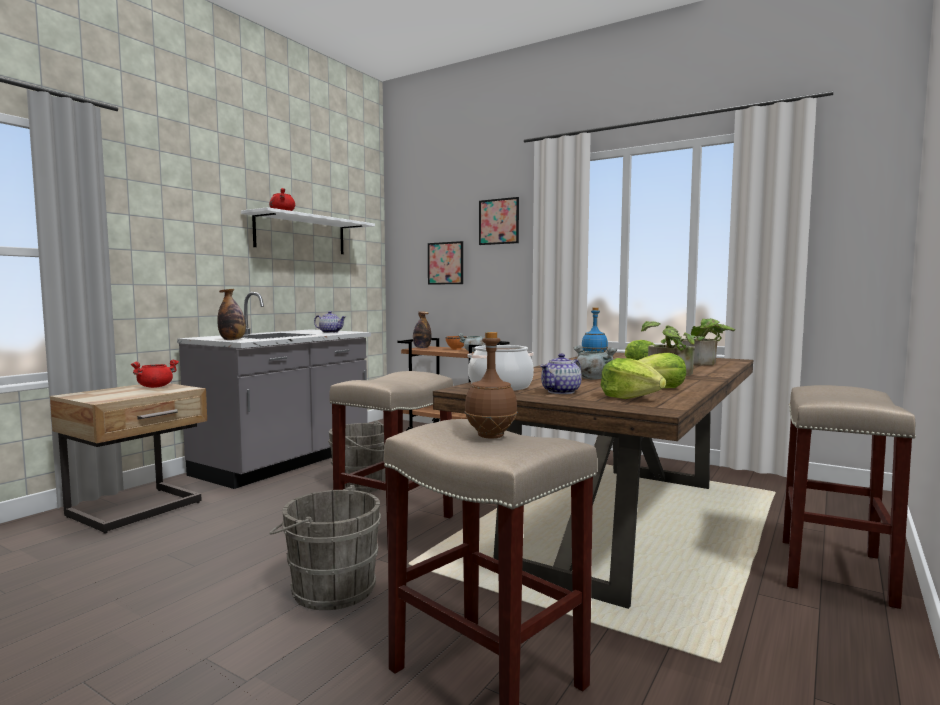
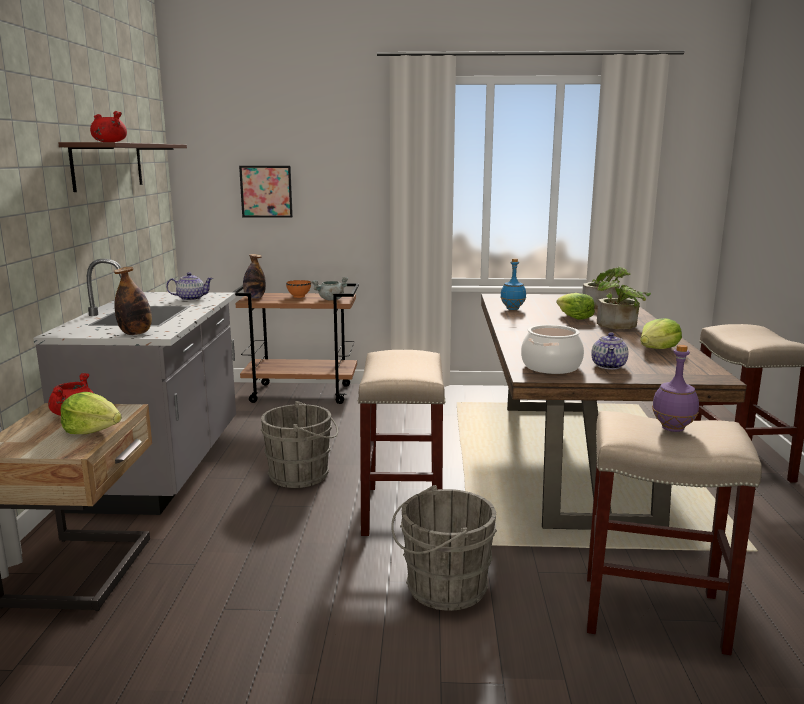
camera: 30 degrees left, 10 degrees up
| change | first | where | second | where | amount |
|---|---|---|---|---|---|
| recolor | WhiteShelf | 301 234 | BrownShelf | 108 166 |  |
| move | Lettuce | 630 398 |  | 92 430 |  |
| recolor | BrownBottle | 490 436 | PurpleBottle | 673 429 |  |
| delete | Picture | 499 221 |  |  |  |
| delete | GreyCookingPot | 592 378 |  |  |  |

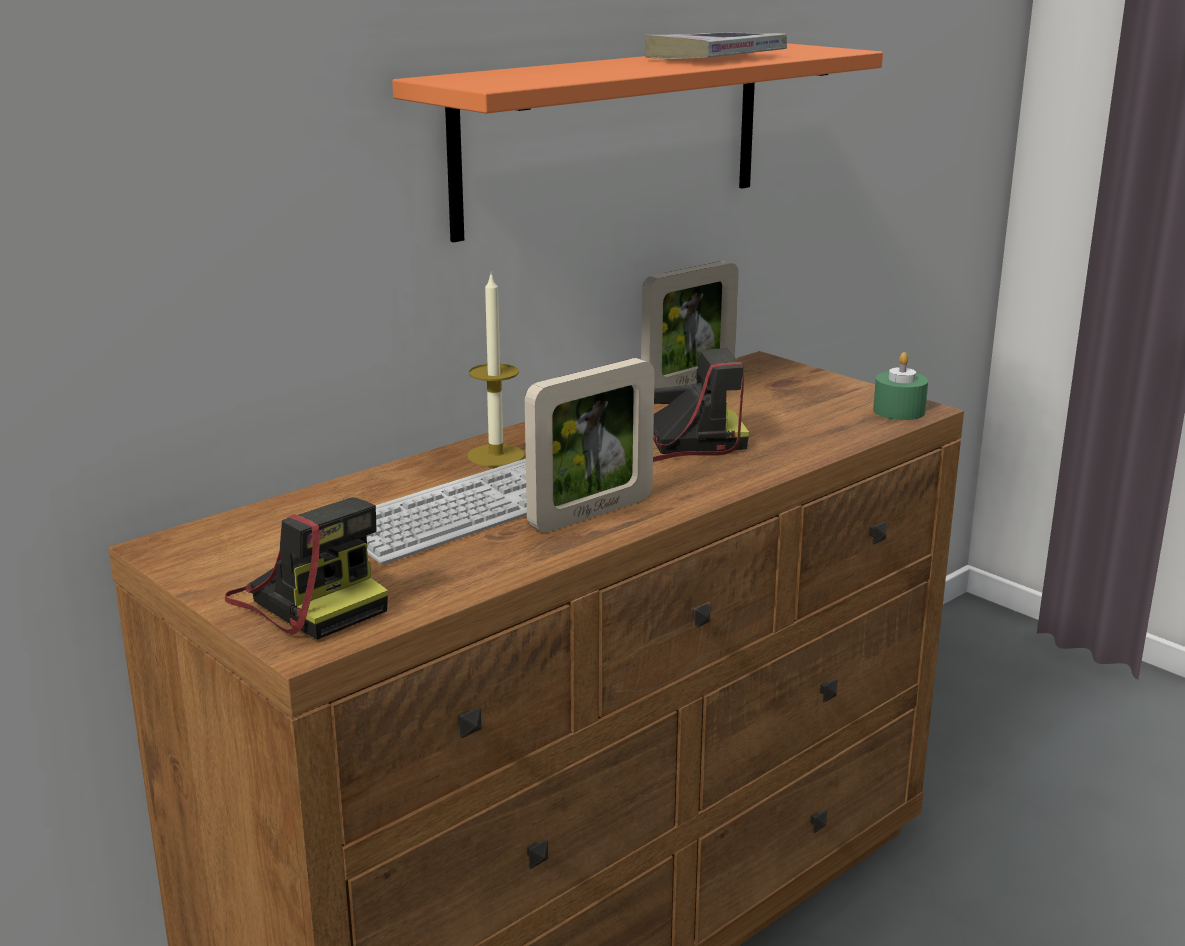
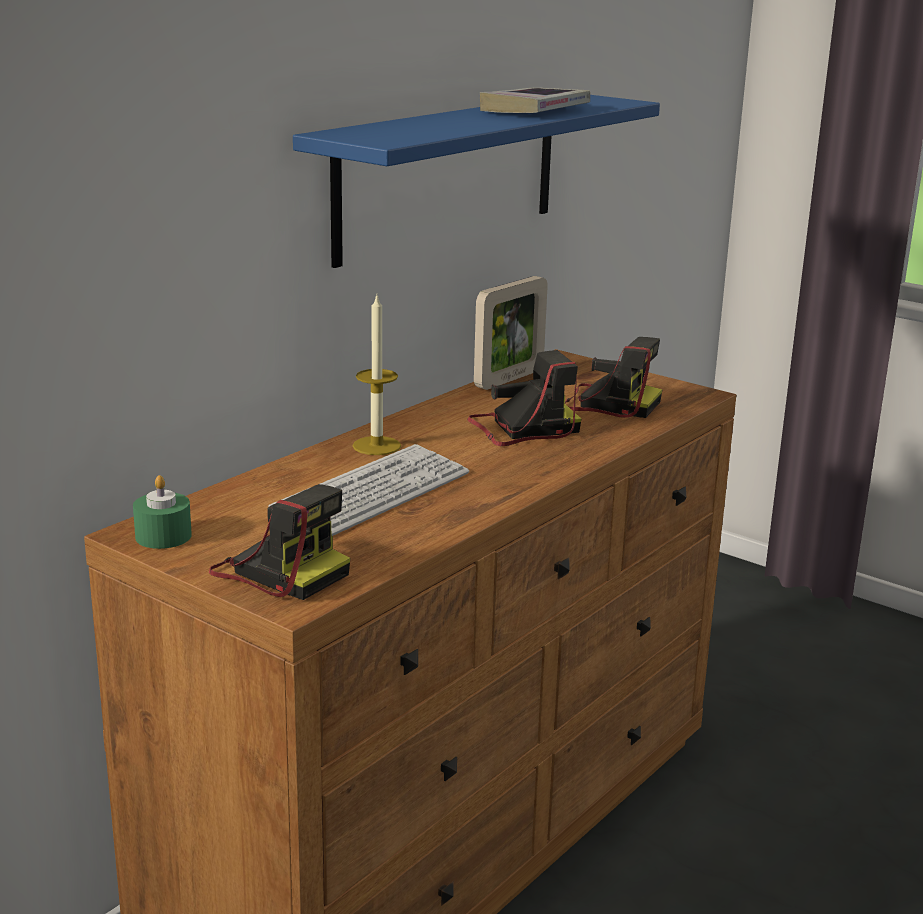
camera: 10 degrees left, 0 degrees up
| change | first | where | second | where | amount |
|---|---|---|---|---|---|
| move | GreenCandle | 899 411 |  | 163 536 |  |
| recolor | OrangeShelf | 612 136 | BlueShelf | 449 175 |  |
| insert |  |  | PhotoCamera | 608 404 |  |
| delete | PictureFrame | 591 513 |  |  |  |

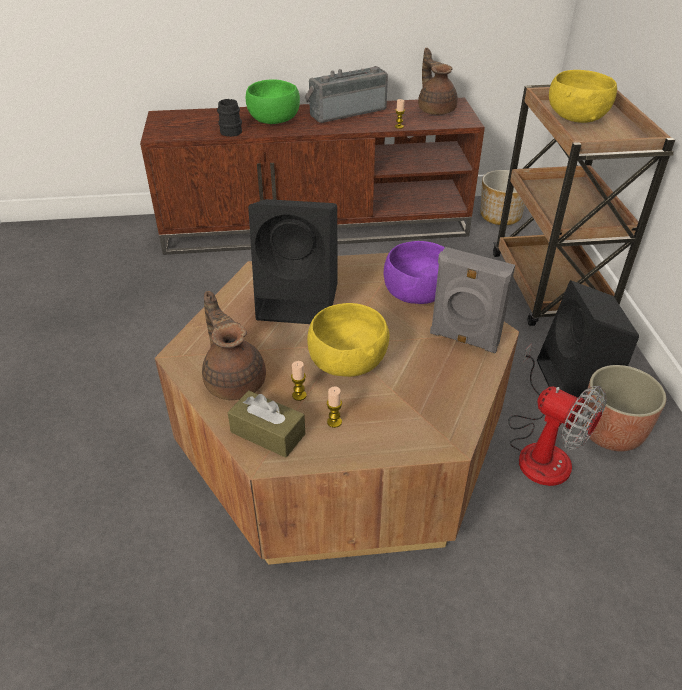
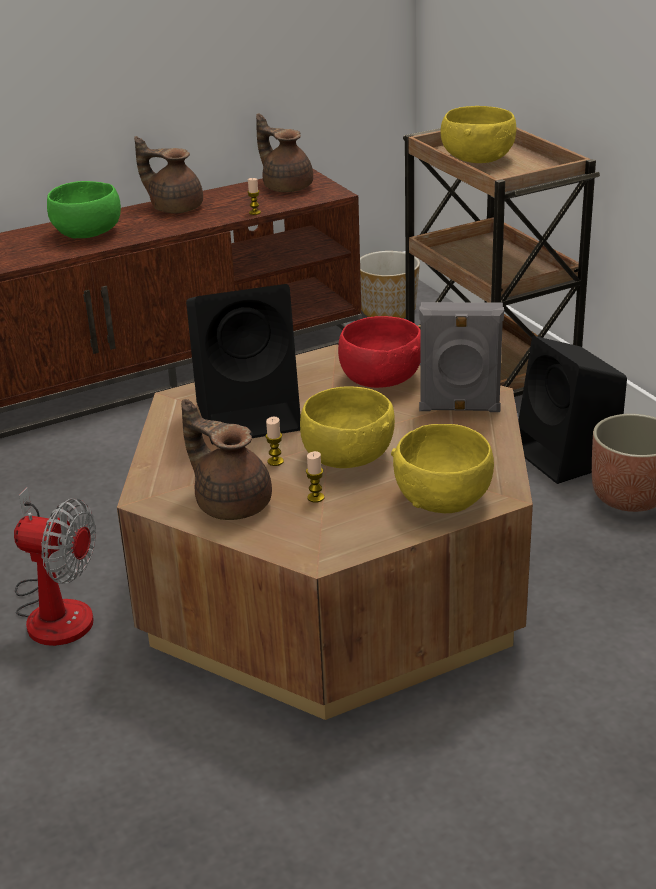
camera: 20 degrees left, 10 degrees down
| change | first | where | second | where | amount |
|---|---|---|---|---|---|
| move | Fan | 540 449 |  | 56 608 |  |
| replace | Radio | 346 111 | BrownTeapot | 175 207 |  |
| move | Candle | 334 422 |  | 275 461 |  |
| recolor | PurpleBowl | 416 294 | RedBowl | 380 380 |  |
| insert |  |  | YellowBowl | 442 498 |  |
| delete | BlackMug | 230 130 |  |  |  |
| delete | BrownTissueBox | 268 433 |  |  |  |

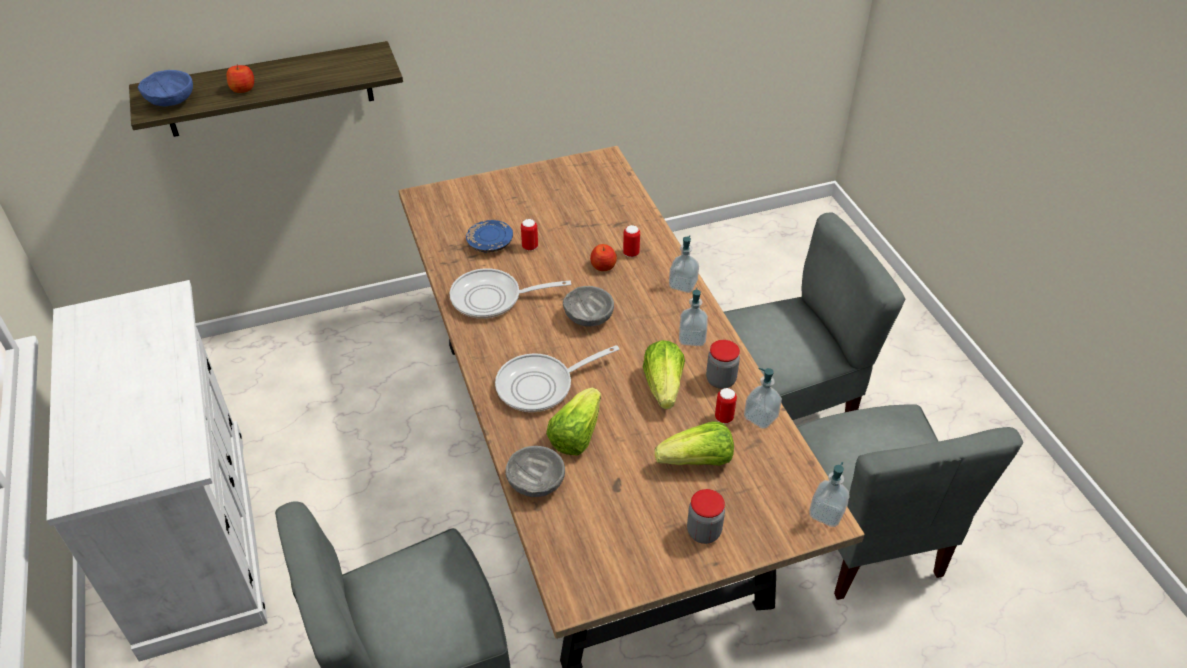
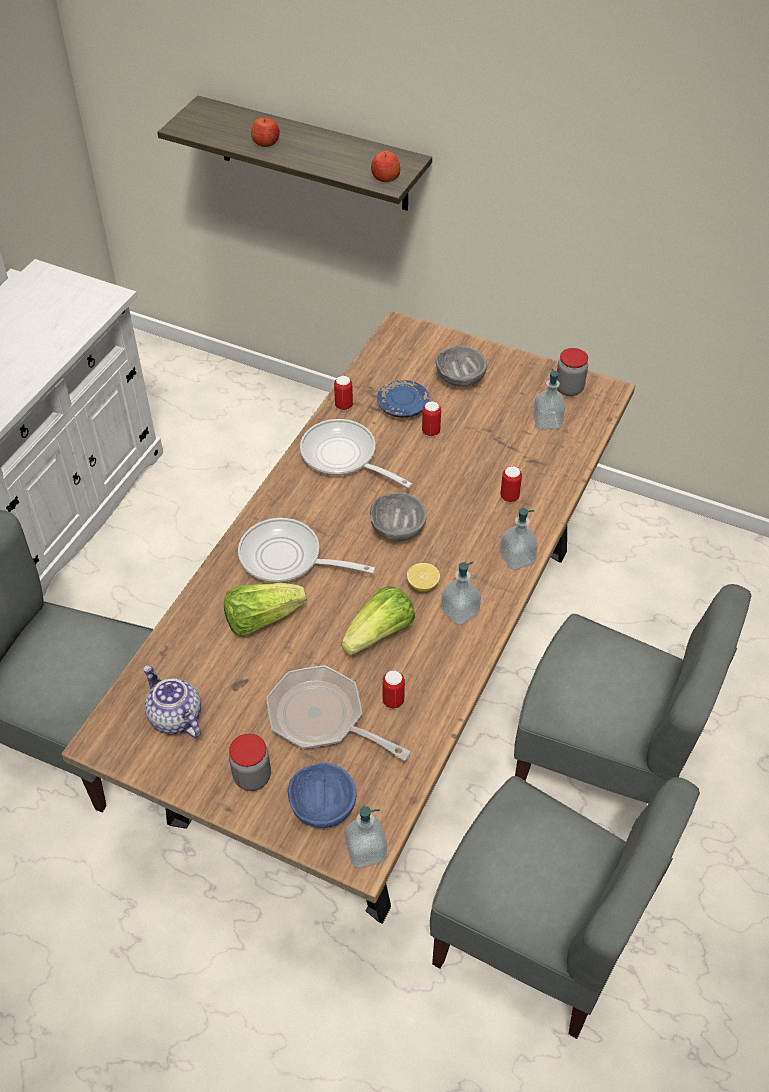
camera: 45 degrees right, 5 degrees up
| change | first | where | second | where | amount |
|---|---|---|---|---|---|
| insert |  |  | Teapot | 174 717 |  |
| replace | Lettuce | 697 461 | FryingPan | 323 718 |  |
| move | BlueBowl | 171 101 |  | 322 806 |  |
| insert |  |  | Can | 344 406 |  |
| move | Apple | 603 266 |  | 385 178 |  |
| insert |  |  | Lemon | 423 585 |  |
| rotate | GreyChair | 864 536 |  | 538 940 | 90 degrees counterclockwise |
| move | GreyBowl | 536 483 |  | 460 378 |  |
| move | SoapDispenser | 760 417 |  | 547 421 |  |
| move | Jar | 720 380 |  | 569 388 |  |

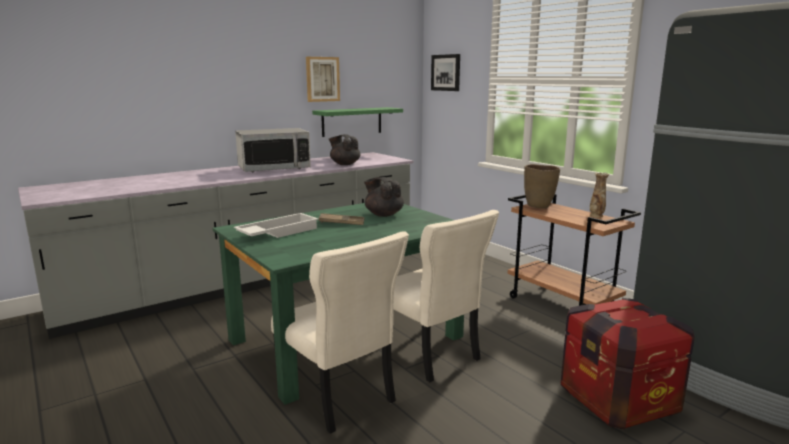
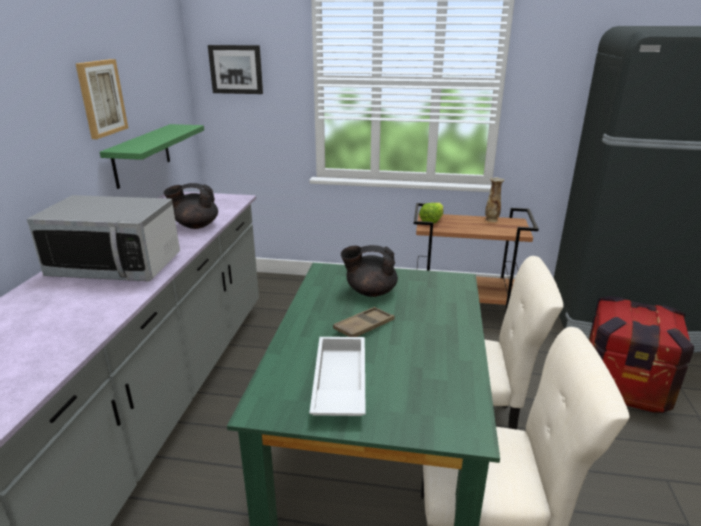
camera: 45 degrees left, 10 degrees up
| change | first | where | second | where | amount |
|---|---|---|---|---|---|
| rotate | Microwave | 274 168 |  | 116 266 | 75 degrees clockwise |
| replace | BrownVase | 539 206 | Lettuce | 432 221 |  |

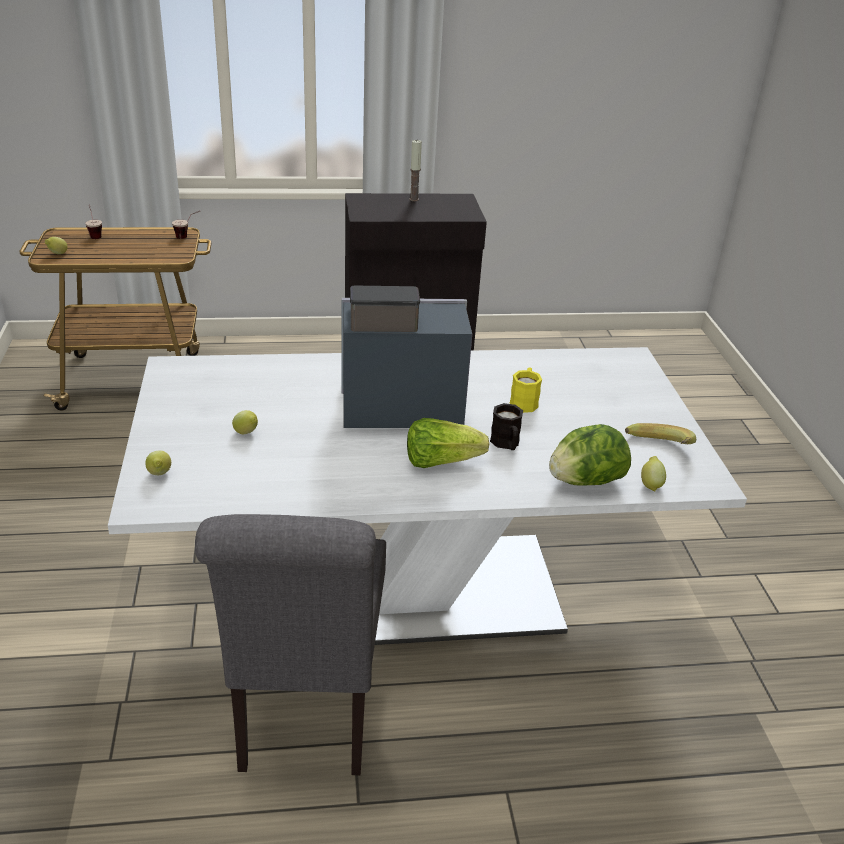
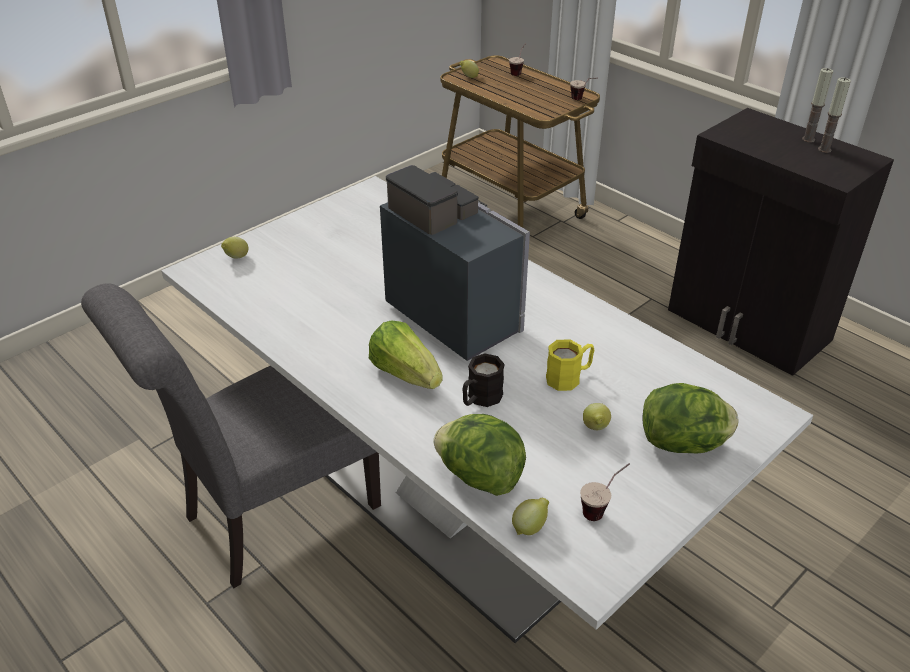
camera: 55 degrees right, 5 degrees up
| change | first | where | second | where | amount |
|---|---|---|---|---|---|
| replace | Banana | 658 451 | Cup | 602 508 |  |
| move | Lemon | 247 433 |  | 595 428 |  |
| insert |  |  | Lettuce | 683 444 |  |
| insert |  |  | Candle | 824 149 |  |

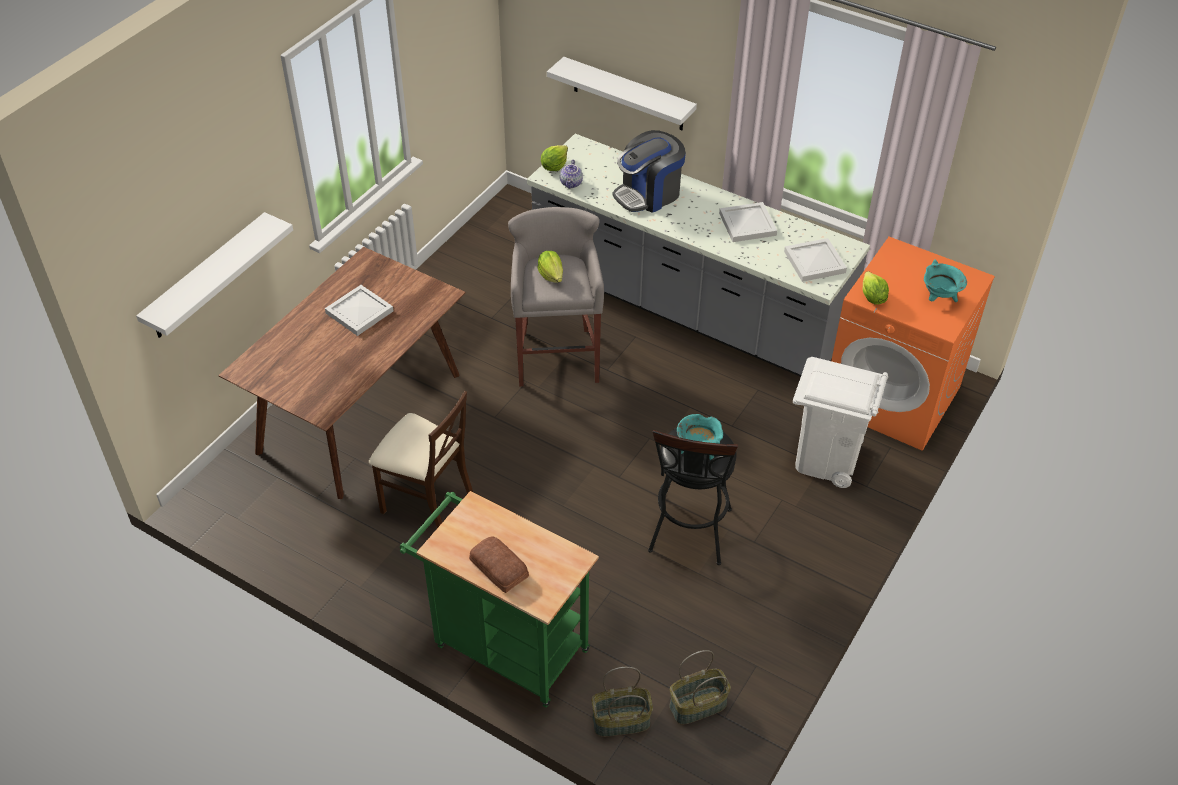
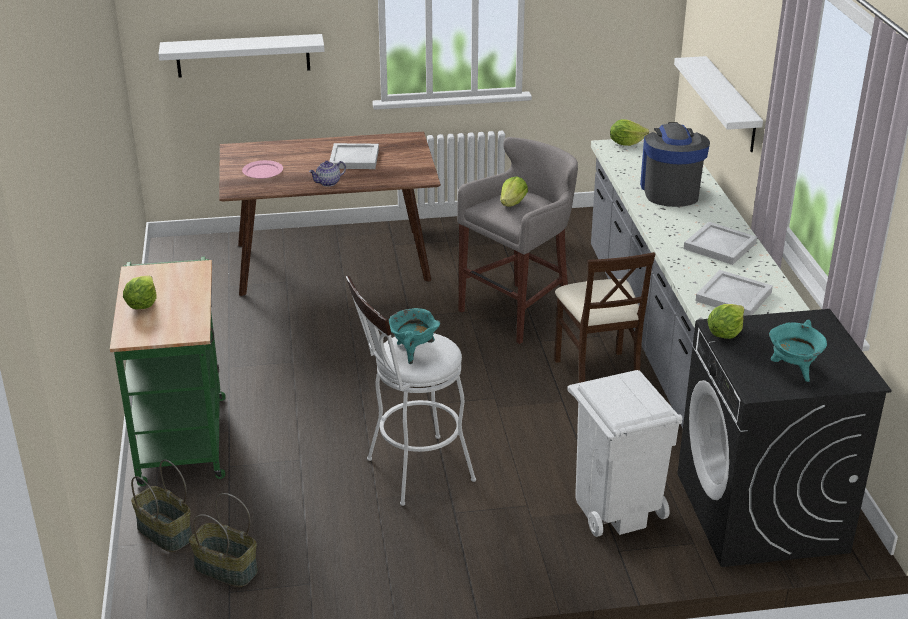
camera: 50 degrees right, 15 degrees down
| change | first | where | second | where | amount |
|---|---|---|---|---|---|
| replace | Bread | 498 569 | Lettuce | 142 304 |  |
| insert |  |  | PinkPlate | 263 171 |  |
| move | Teapot | 571 183 |  | 328 183 |  |
| recolor | BlackStool | 689 536 | WhiteStool | 412 472 |  |
| move | BeigeChair | 427 501 |  | 597 375 |  |
| rotate | CoffeeMachine | 648 194 |  | 670 190 | 75 degrees clockwise |
| recolor | OrangeWashingMachine | 892 397 | BlackWashingMachine | 762 513 |  |

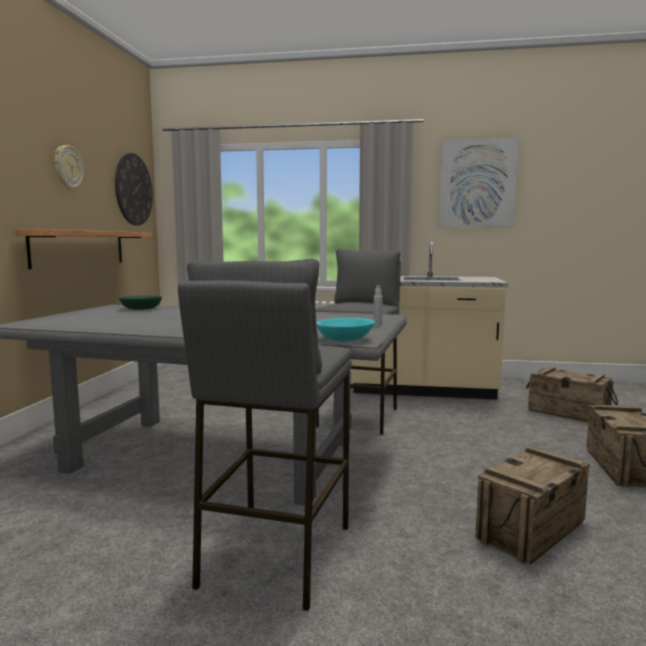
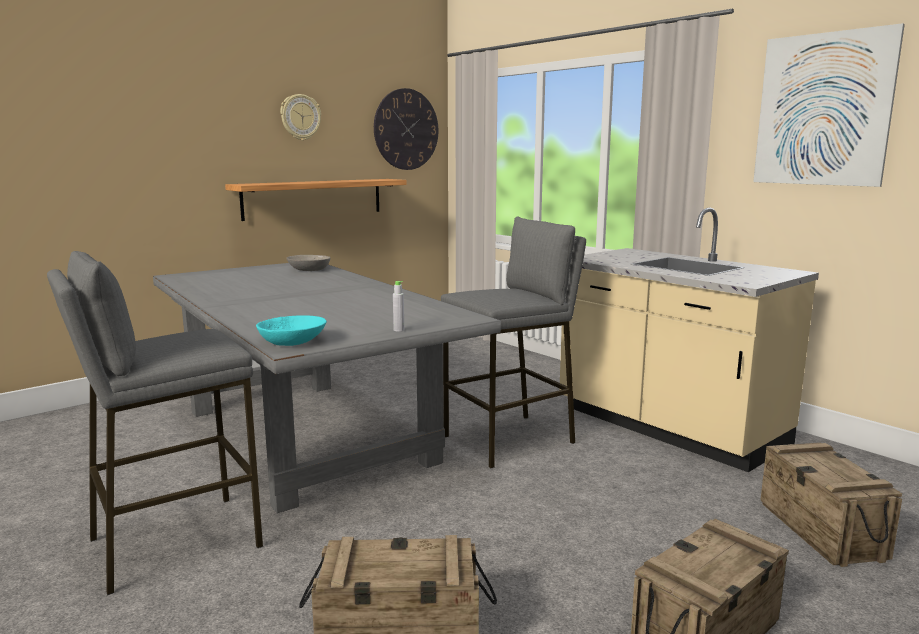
camera: 40 degrees right, 5 degrees up
| change | first | where | second | where | amount |
|---|---|---|---|---|---|
| recolor | GreenBowl | 141 309 | GreyBowl | 309 270 |  |

